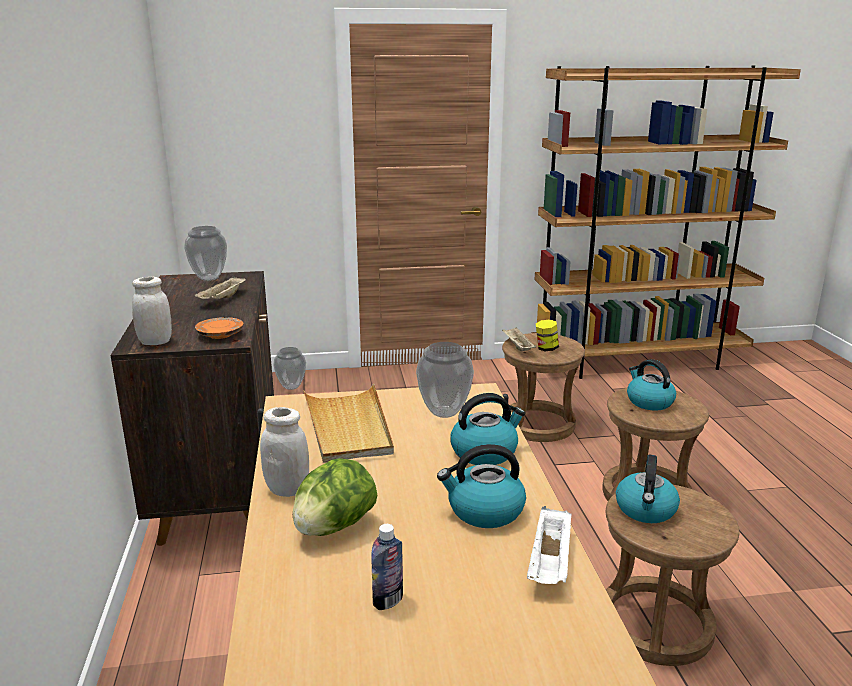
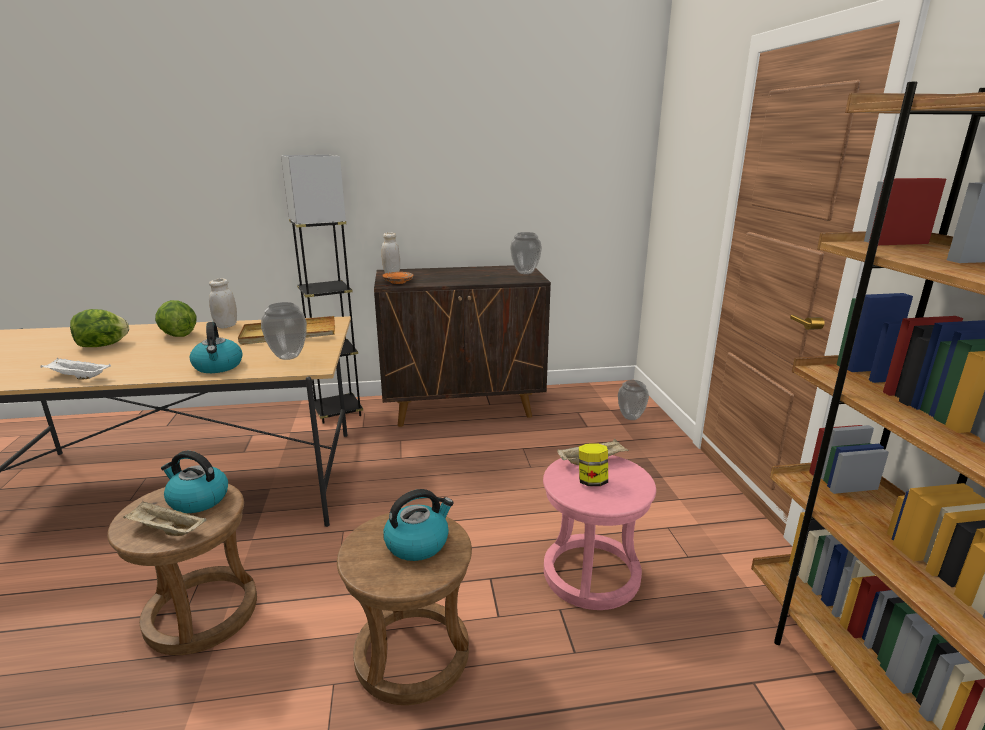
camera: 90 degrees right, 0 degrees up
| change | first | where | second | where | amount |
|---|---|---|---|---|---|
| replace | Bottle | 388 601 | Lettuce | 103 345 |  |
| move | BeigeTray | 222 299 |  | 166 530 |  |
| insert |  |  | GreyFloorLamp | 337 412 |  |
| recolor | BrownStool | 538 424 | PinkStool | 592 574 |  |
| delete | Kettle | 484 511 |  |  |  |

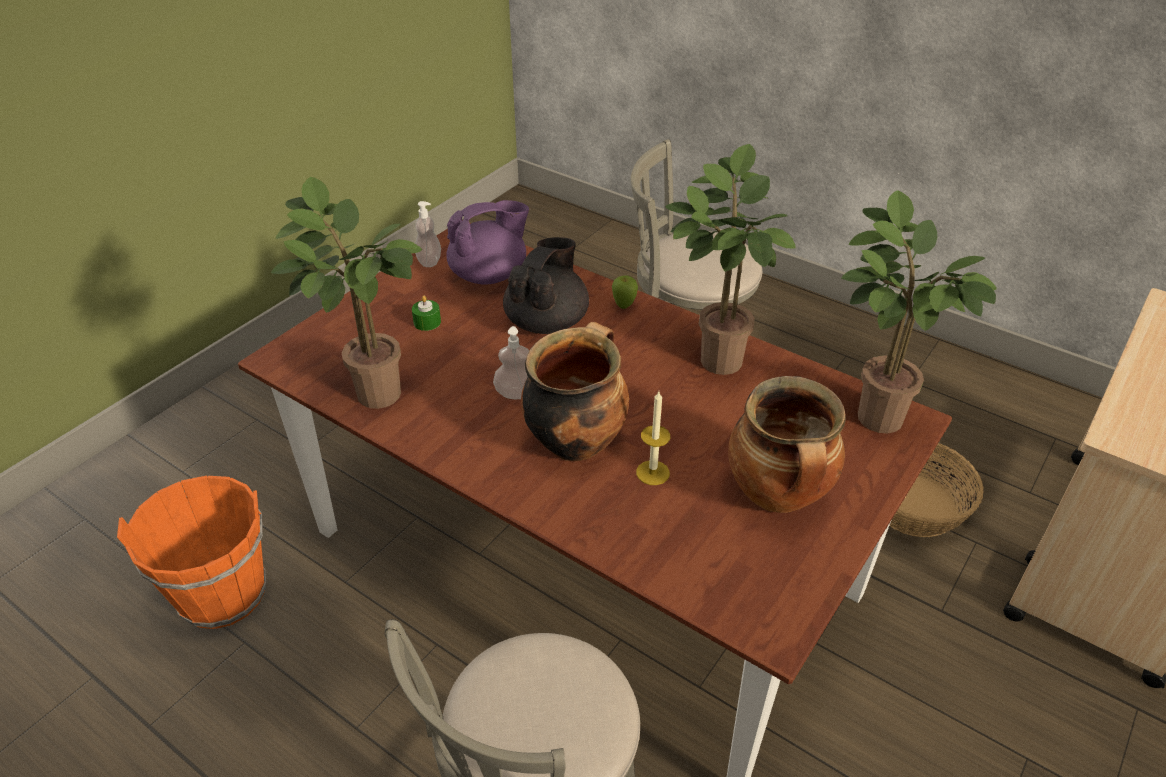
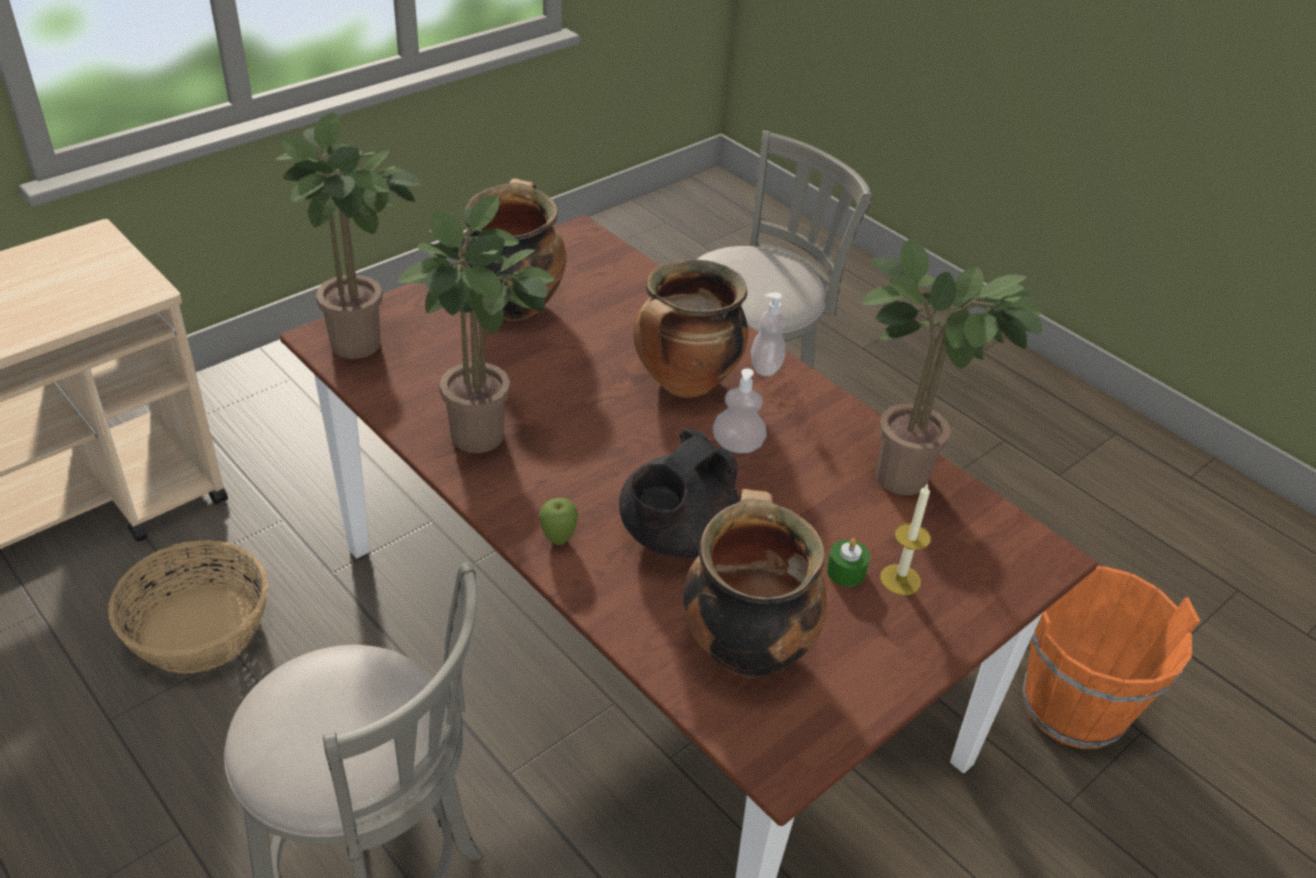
camera: 170 degrees left, 0 degrees up
| change | first | where | second | where | amount |
|---|---|---|---|---|---|
| replace | PurpleTeapot | 490 275 | CookingPot | 744 646 |  |
| move | SoapDispenser | 429 261 |  | 765 367 |  |
| move | Candle | 652 472 |  | 900 579 |  |

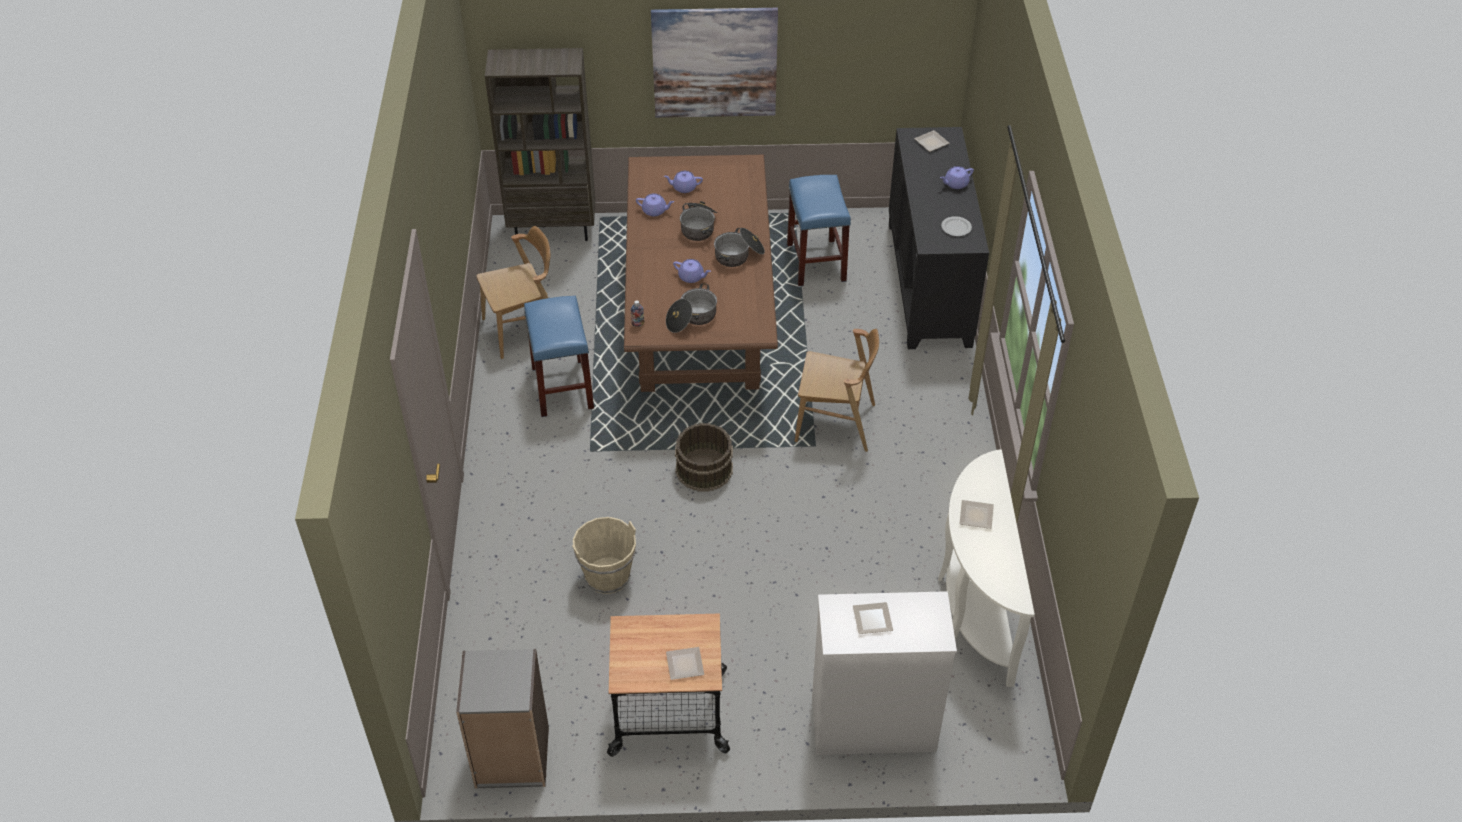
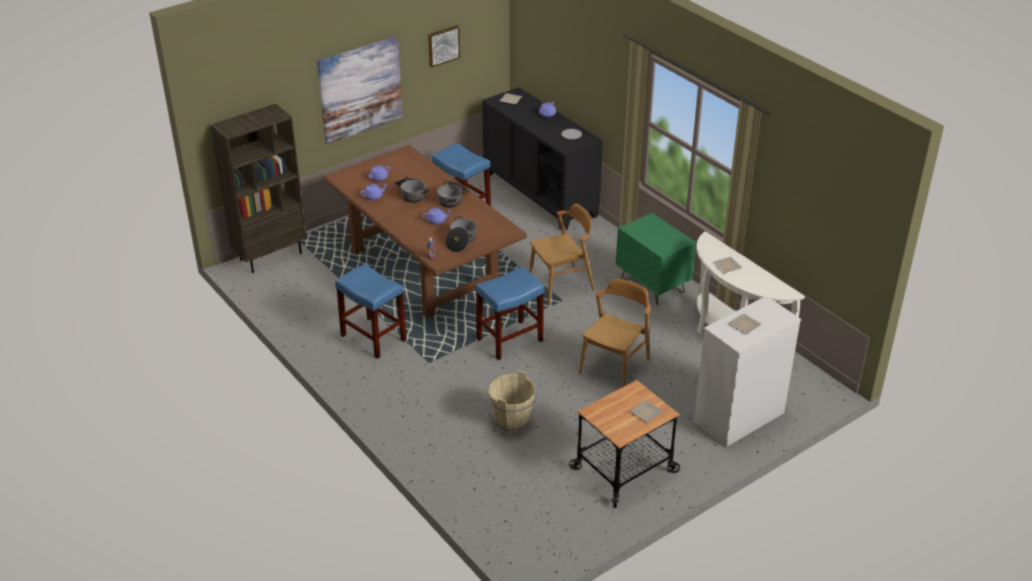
camera: 35 degrees left, 10 degrees down
| change | first | where | second | where | amount |
|---|---|---|---|---|---|
| insert |  |  | Picture | 443 45 |  |
| replace | BrownBucket | 703 468 | BlueStool | 509 340 |  |
| move | BrownChair | 524 329 |  | 614 366 |  |
| insert |  |  | GreenNightstand | 652 286 |  |
| delete | GreyBookcase | 512 758 |  |  |  |

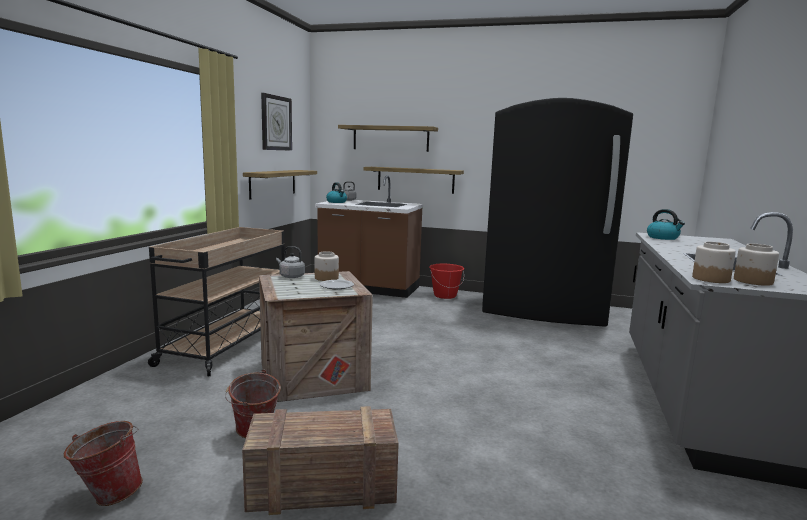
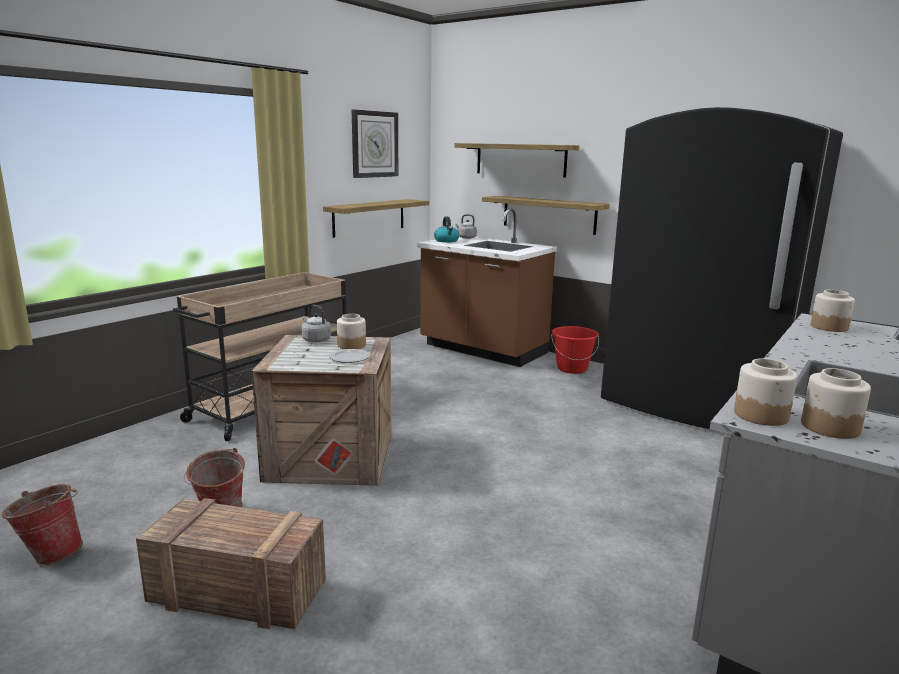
camera: 20 degrees right, 5 degrees up
| change | first | where | second | where | amount |
|---|---|---|---|---|---|
| replace | Kettle | 663 238 | Jar | 829 327 |  |

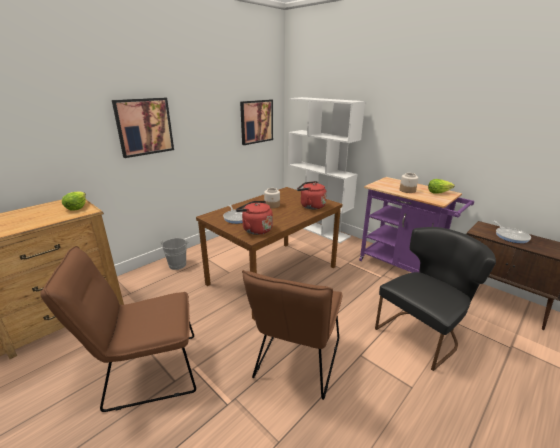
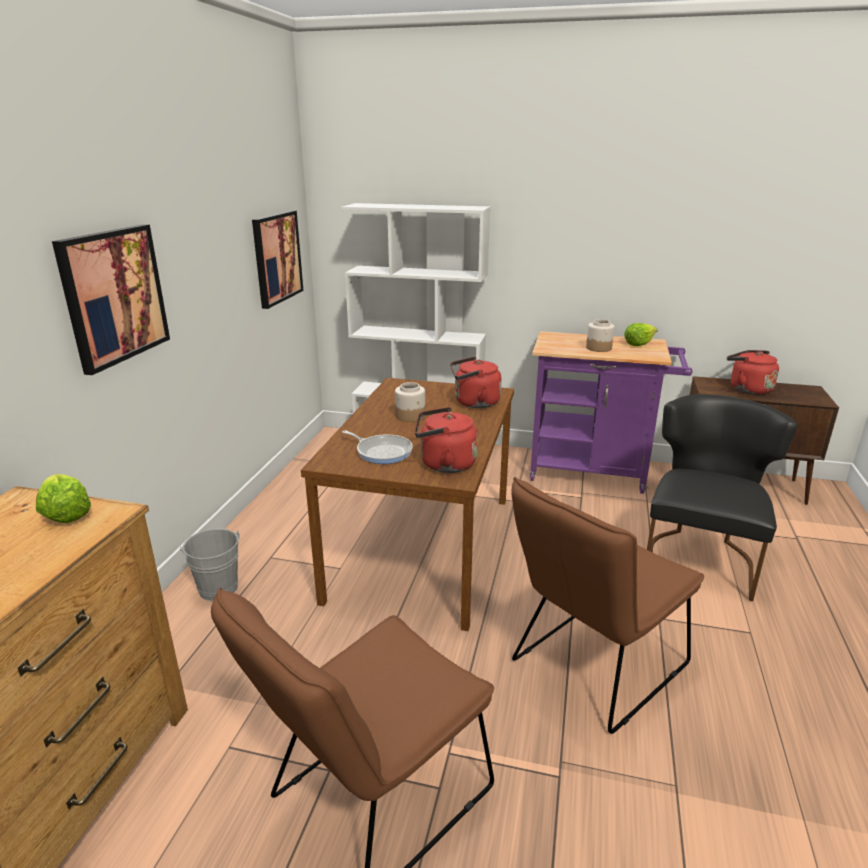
camera: 30 degrees left, 0 degrees up
| change | first | where | second | where | amount |
|---|---|---|---|---|---|
| rotate | BrownChair | 296 363 |  | 592 668 | 60 degrees clockwise |
| replace | FryingPan | 510 236 | RedKettle | 747 389 |  |

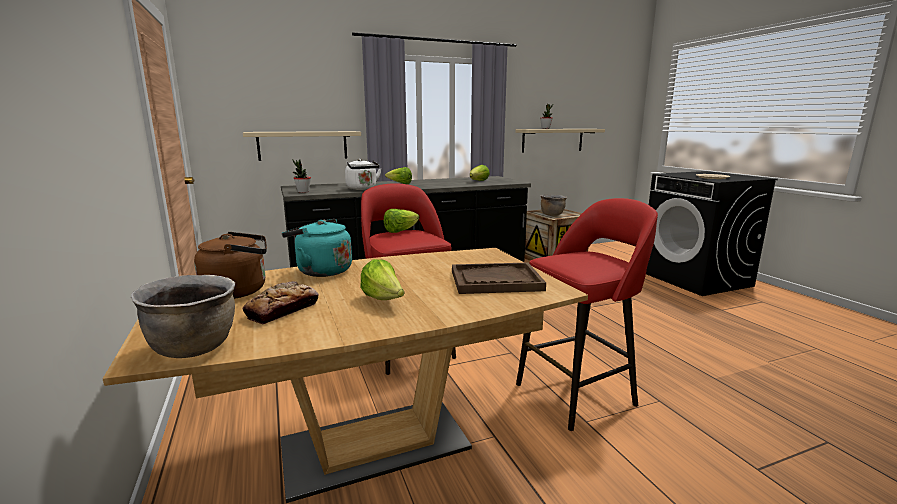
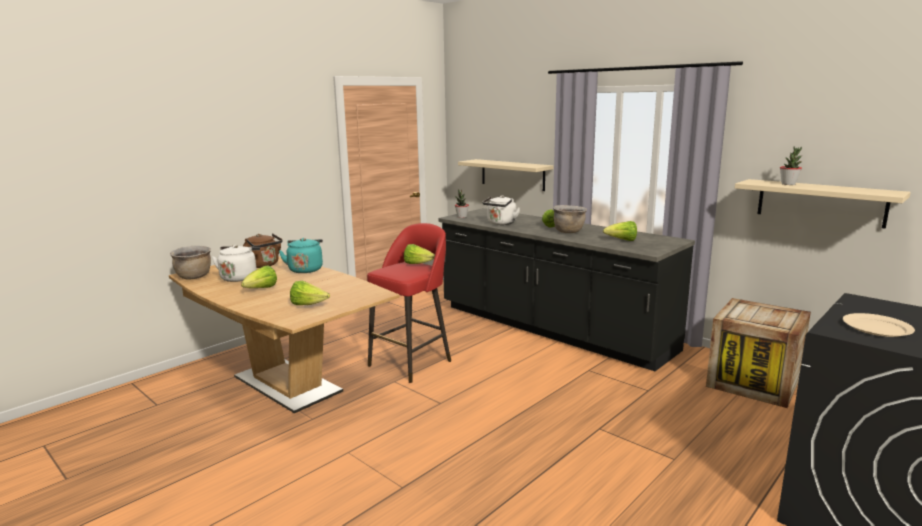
camera: 65 degrees right, 0 degrees up
| change | first | where | second | where | amount |
|---|---|---|---|---|---|
| replace | Bread | 282 310 | WhiteKettle | 239 277 |  |
| replace | BrownTray | 495 281 | Lettuce | 308 305 |  |
| move | BrownCookingPot | 552 214 |  | 569 231 |  |
| delete | RedStool | 578 394 |  |  |  |

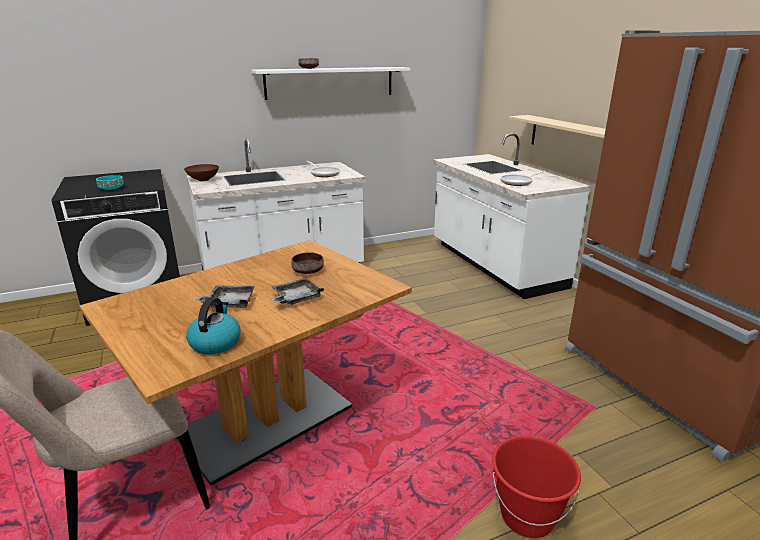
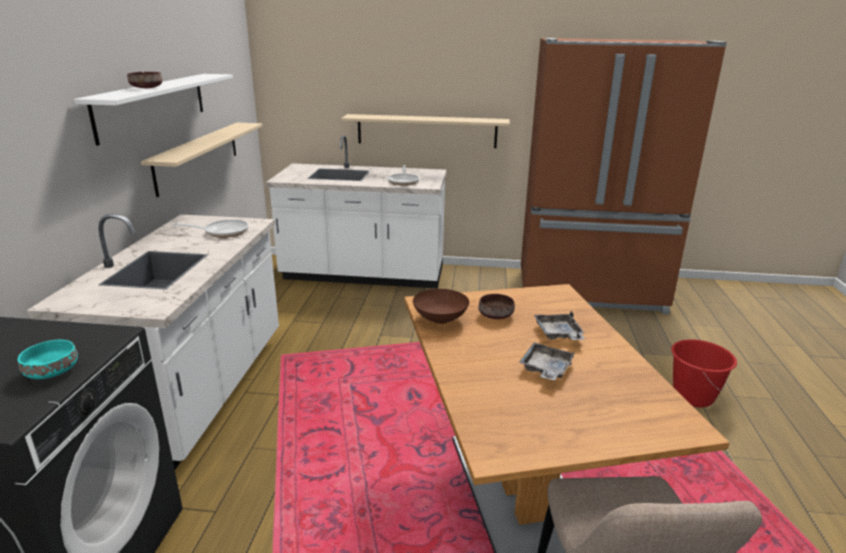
camera: 60 degrees left, 0 degrees up
| change | first | where | second | where | amount |
|---|---|---|---|---|---|
| insert |  |  | BeigeShelf | 198 156 |  |
| move | BrownBowl | 204 180 |  | 440 319 |  |
| delete | Kettle | 215 342 |  |  |  |

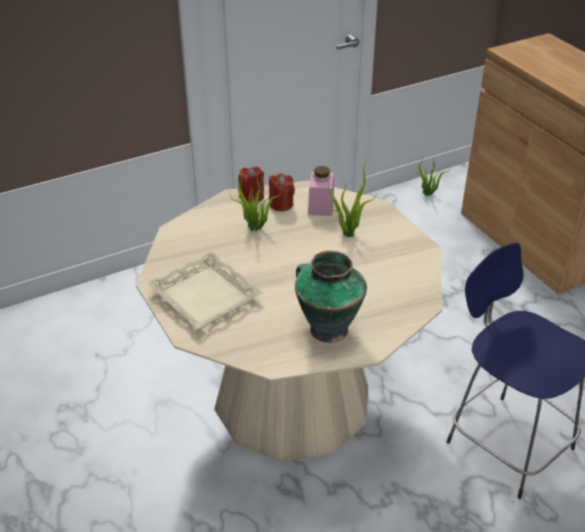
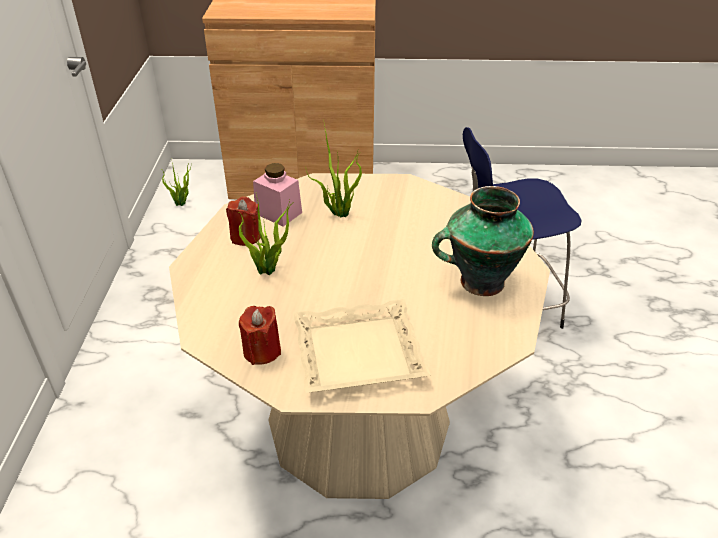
camera: 60 degrees left, 0 degrees up
| change | first | where | second | where | amount |
|---|---|---|---|---|---|
| move | RedCandle | 252 197 |  | 262 351 |  |

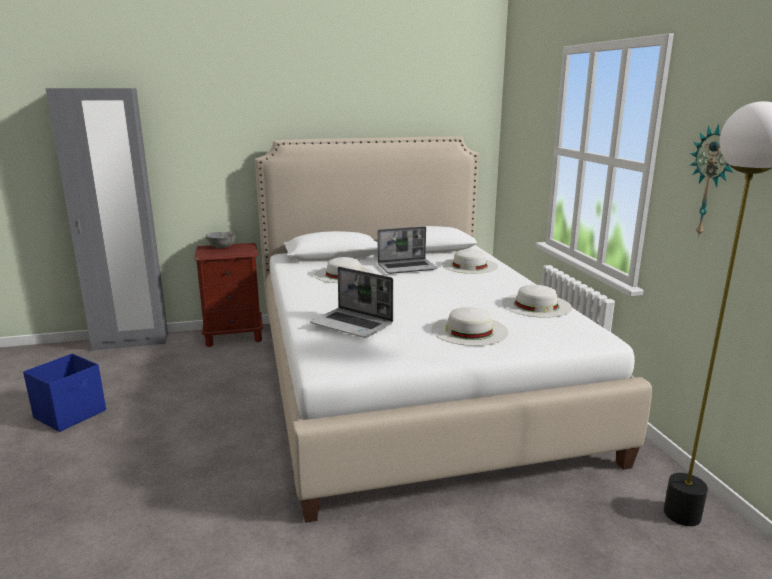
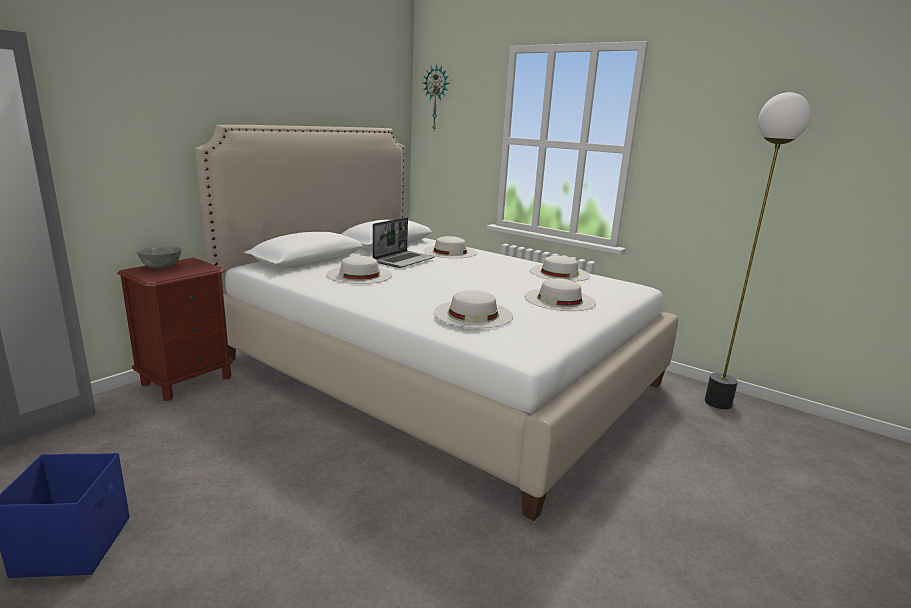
camera: 40 degrees left, 0 degrees up
| change | first | where | second | where | amount |
|---|---|---|---|---|---|
| move | WallClock | 712 182 |  | 437 98 |  |
| replace | Laptop | 353 324 | WhiteHat | 473 314 |  |

